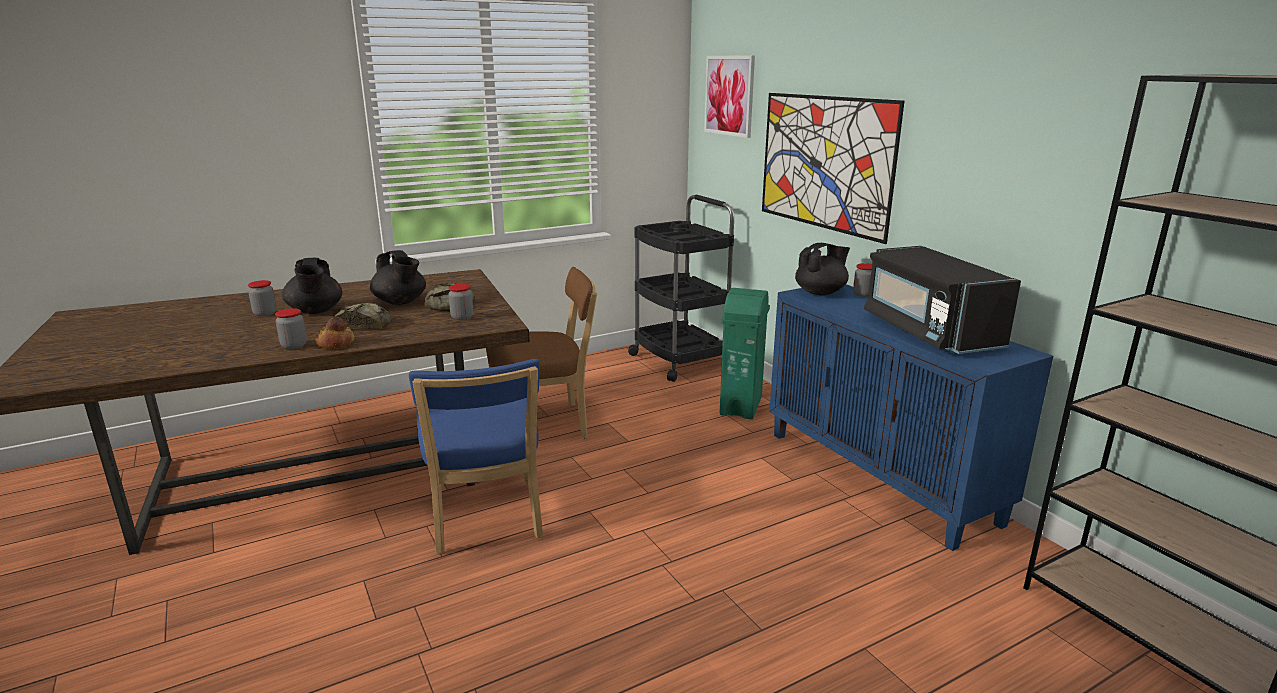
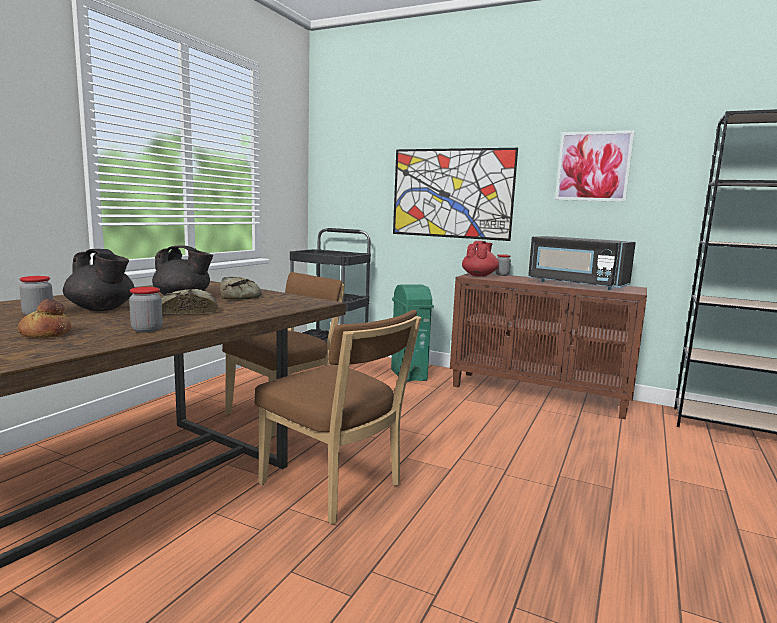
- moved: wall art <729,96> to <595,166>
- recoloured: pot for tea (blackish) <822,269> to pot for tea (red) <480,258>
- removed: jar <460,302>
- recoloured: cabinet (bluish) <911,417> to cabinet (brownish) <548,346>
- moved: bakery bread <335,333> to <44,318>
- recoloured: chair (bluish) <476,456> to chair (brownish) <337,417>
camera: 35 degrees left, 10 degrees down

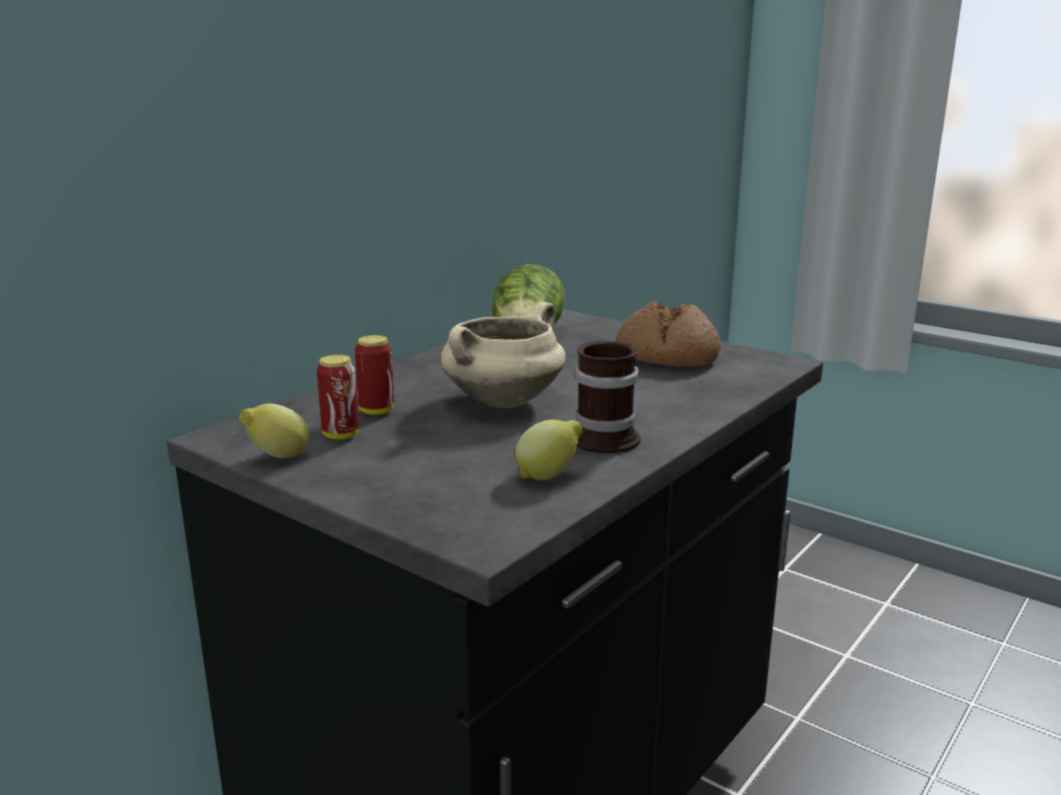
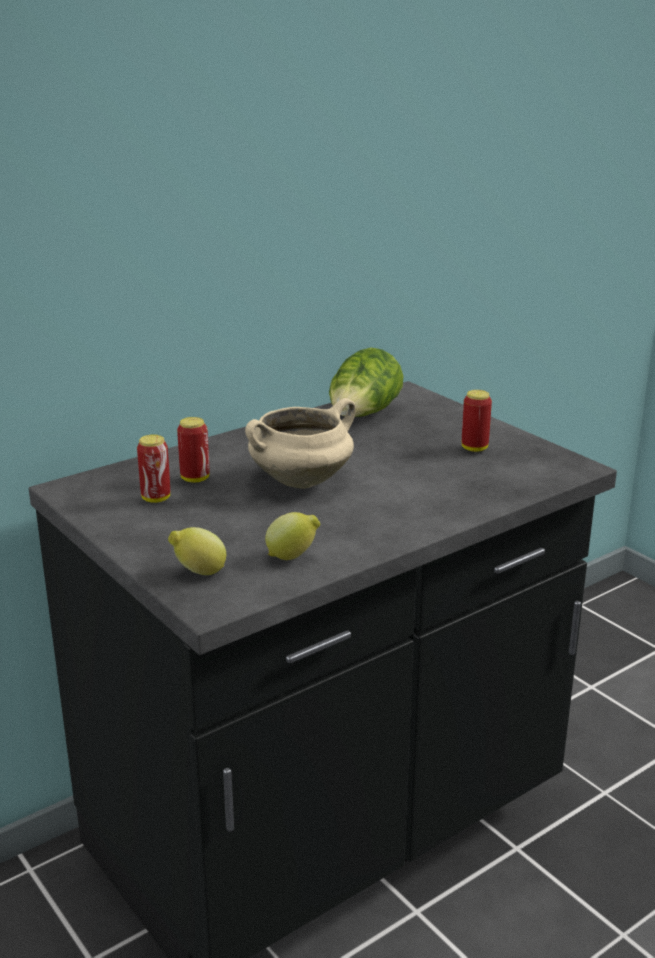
- replaced: bakery bread <669,334> to sealed can <477,421>
- removed: coffee mug <607,396>
- moved: lemon <274,431> to <197,551>
camera: 15 degrees right, 5 degrees up

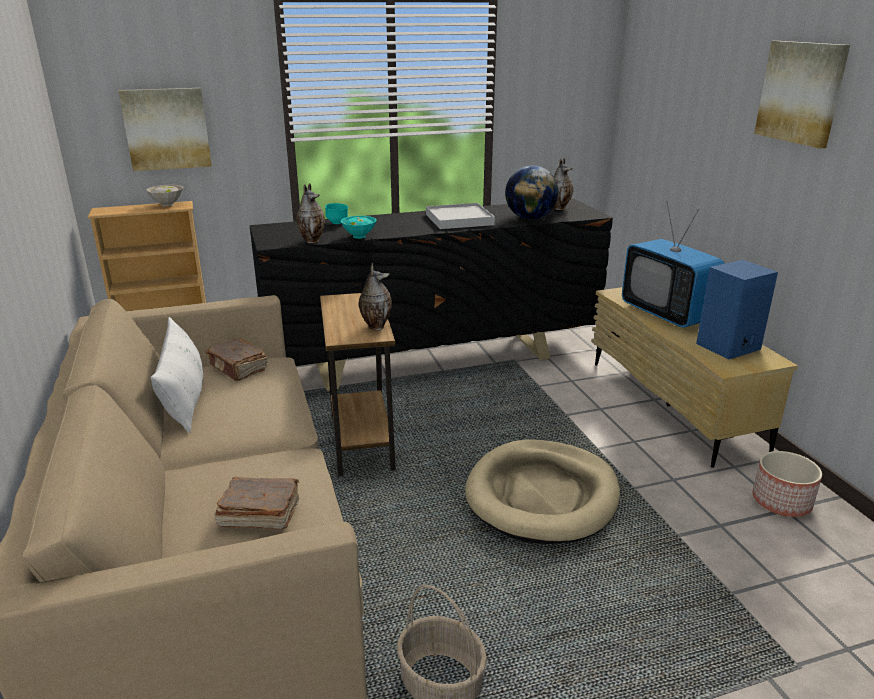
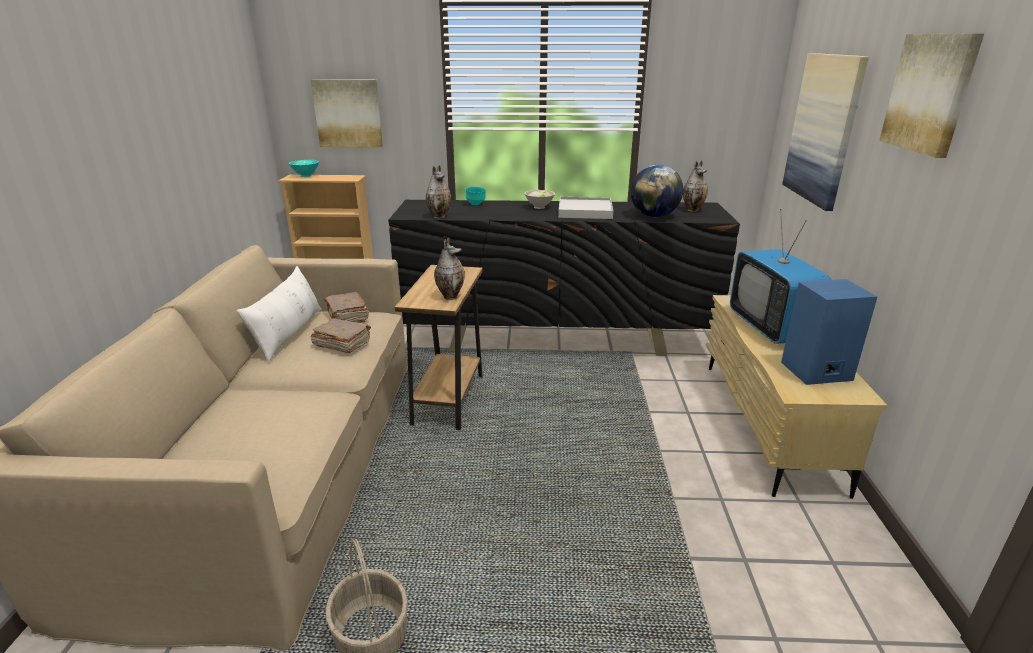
- moved: bowl (whitish) <164,196> to <540,199>
- moved: bowl (blue-green) <359,227> to <304,168>
- removed: dog cushion (sand-coloured) <542,491>
- removed: flower pot <787,484>
- moved: bound book (brownish) <256,503> to <341,335>
- added: wall art <825,132>
camera: 20 degrees right, 0 degrees up

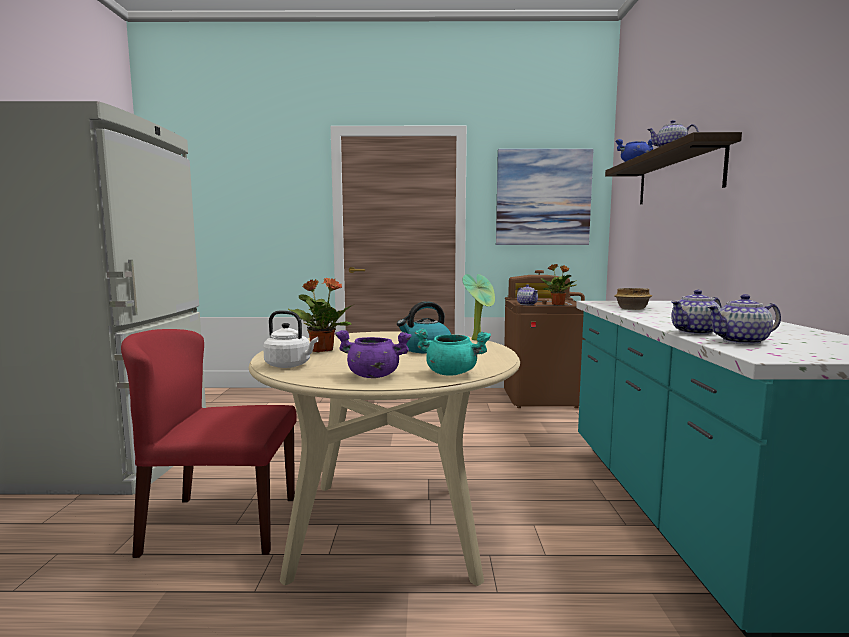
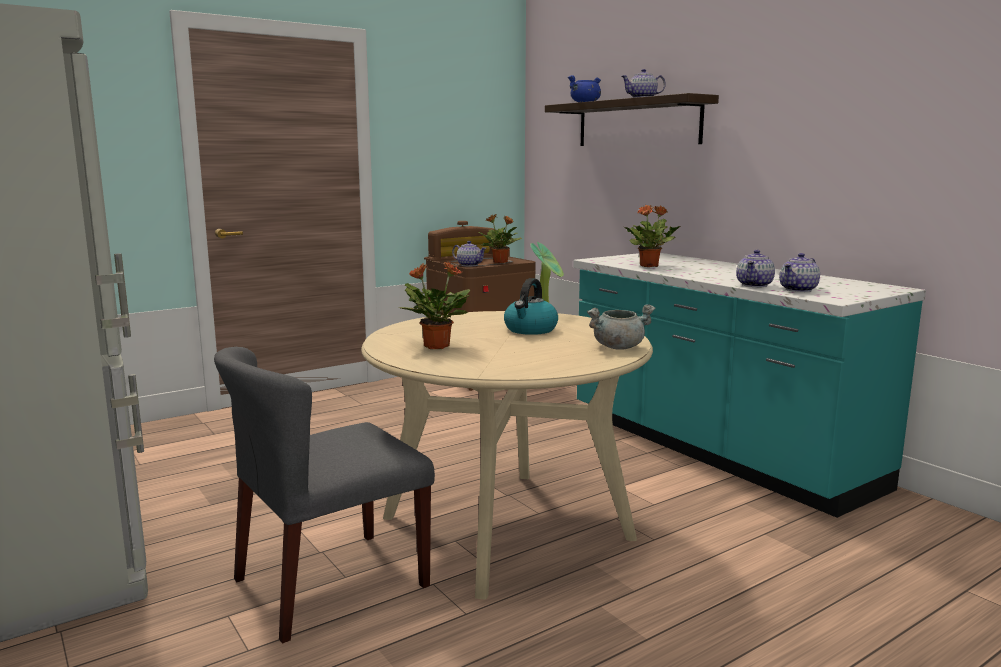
- removed: wall art <545,197>
- replaced: bowl <633,299> to potted plant <652,236>
- removed: water kettle (whitish) <290,339>
- recoloured: chair (red) <209,443> to chair (grey) <324,495>
- recoloured: stockpot (blue-green) <452,352> to stockpot (grey) <621,327>
- removed: stockpot (purple-coloured) <373,354>
camera: 35 degrees left, 5 degrees up

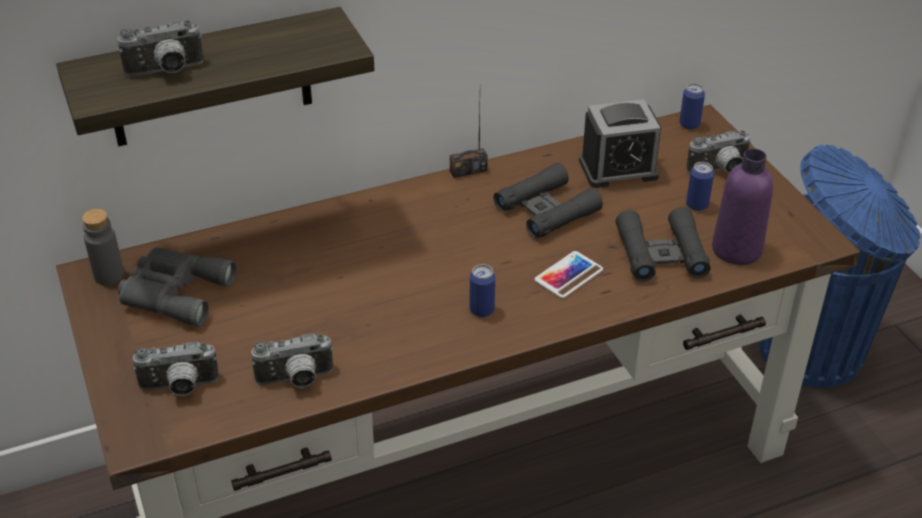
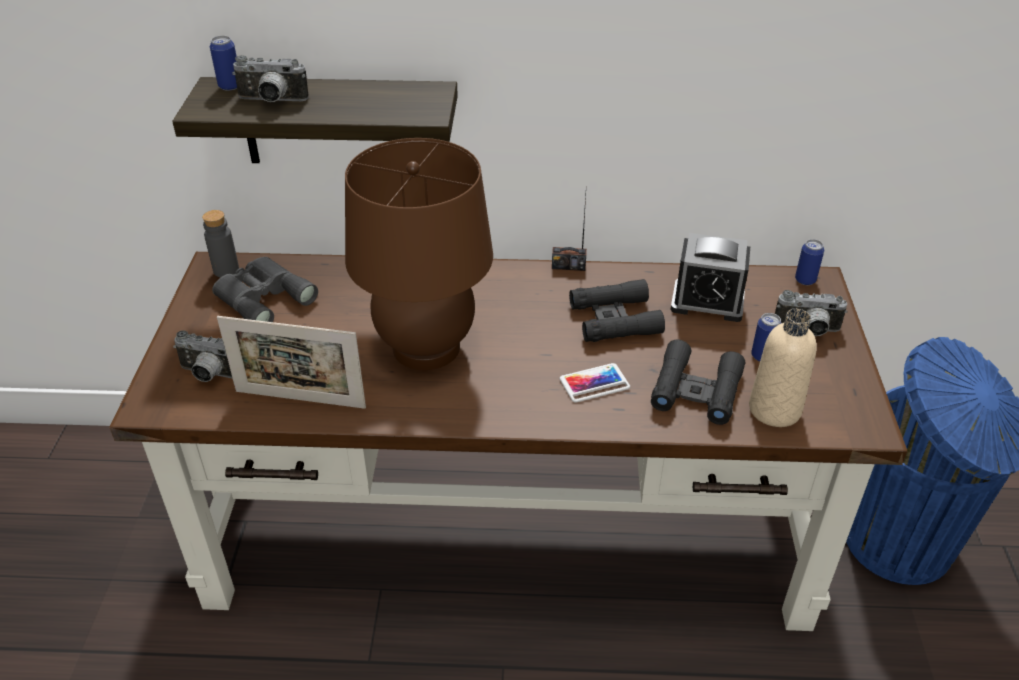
- recoloured: drink bottle (purple-coloured) <742,207> to drink bottle (sand-coloured) <783,368>
- moved: sealed can <482,290> to <223,63>
- replaced: still camera <292,360> to standing frame <291,362>
- added: lamp for a table (brownish) <419,254>
camera: 25 degrees right, 0 degrees up

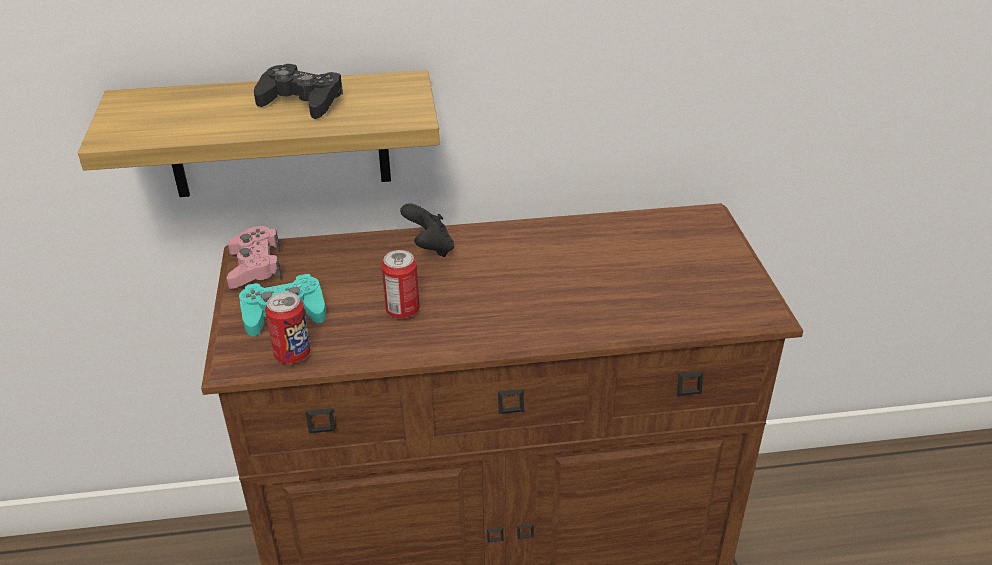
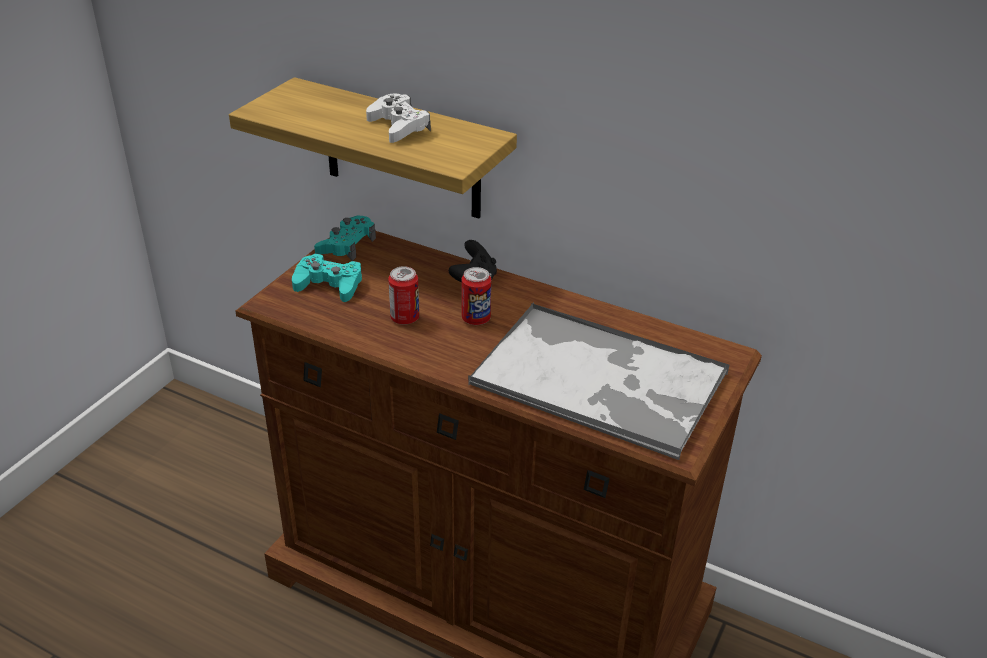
- recoloured: game controller (blackish) <298,91> to game controller (whitish) <398,118>
- recoloured: game controller (pink-coloured) <254,257> to game controller (blue-green) <345,238>
- moved: sealed can <288,328> to <476,296>
- added: serving tray <598,381>
camera: 35 degrees right, 0 degrees up

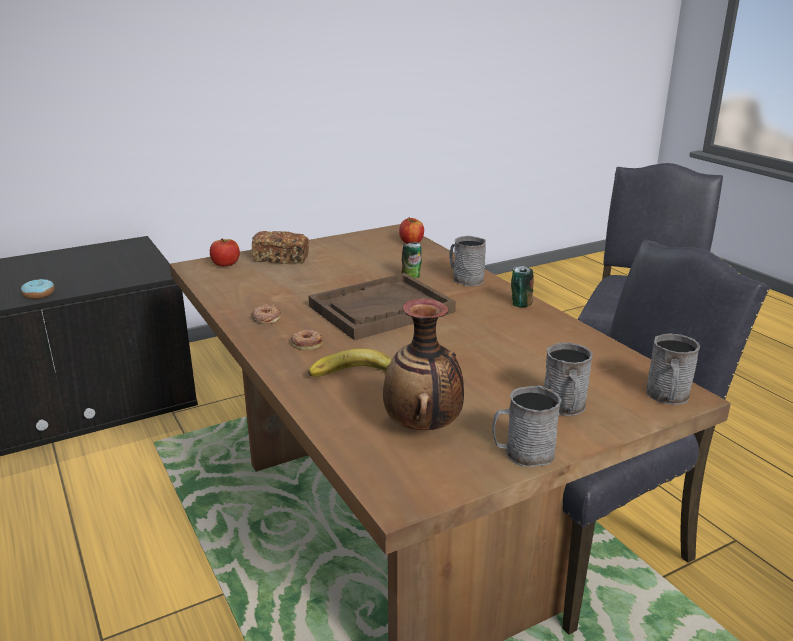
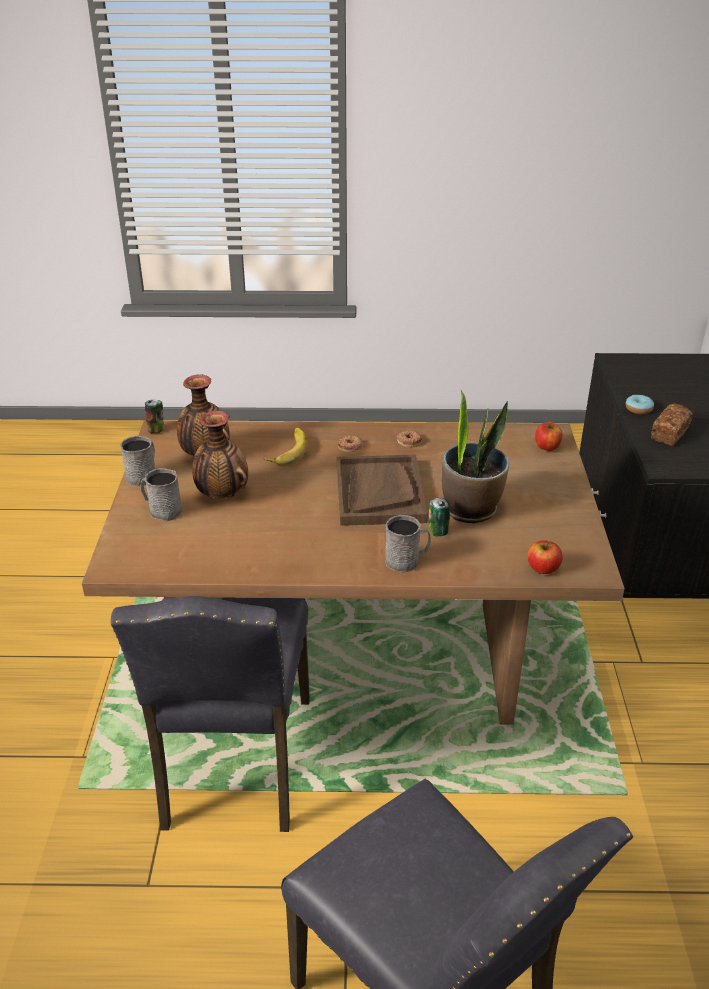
- moved: bakery bread <280,247> to <672,424>
- moved: sealed can <522,286> to <154,416>
- removed: coffee mug (grey) <673,369>
- added: potted plant <475,456>
- added: flower vase <220,454>
camera: 120 degrees right, 10 degrees up

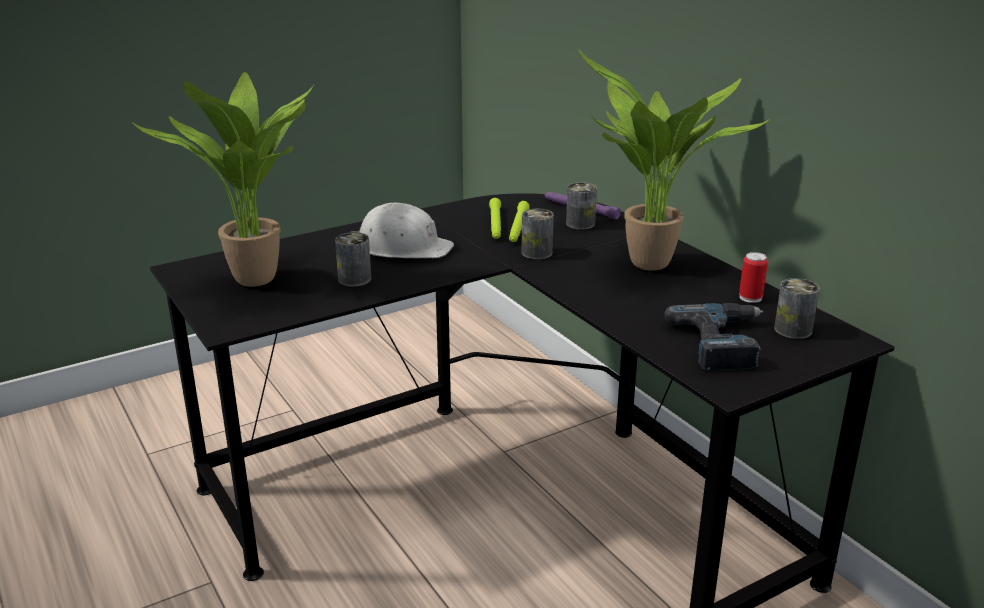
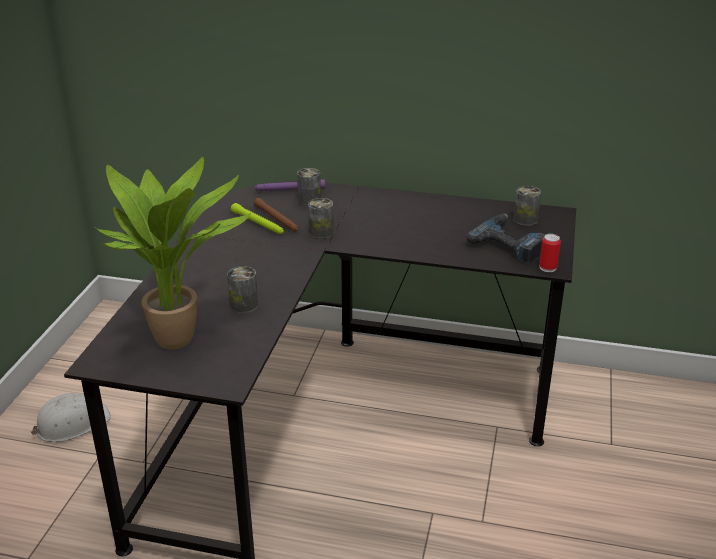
- removed: potted plant <673,159>
- recoloured: flashlight (green) <519,221> to flashlight (brownish) <276,215>
- moved: work helmet (whitish) <402,230> to <70,417>
- moved: sealed can <753,277> to <550,253>
camera: 45 degrees left, 5 degrees up

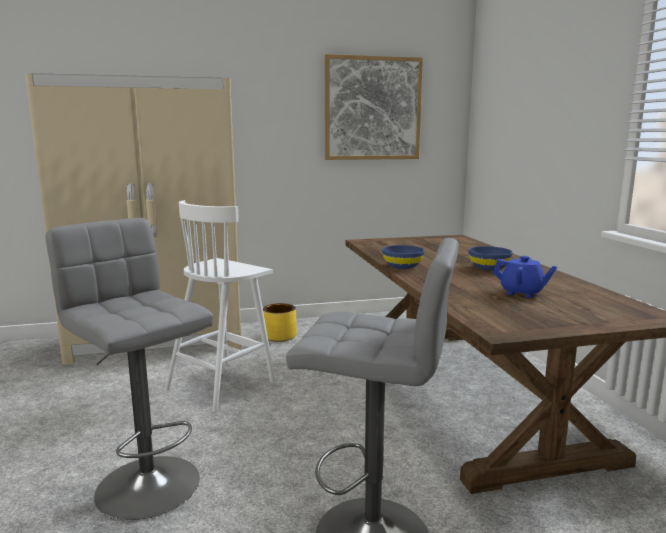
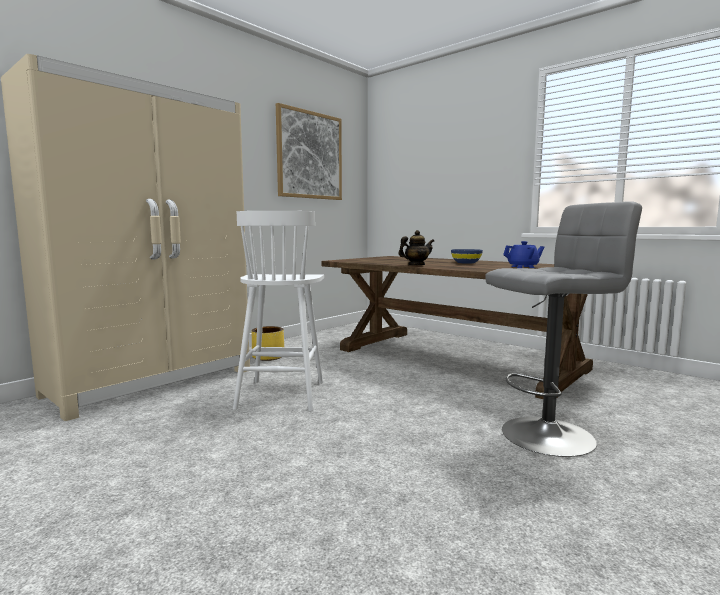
- removed: stool (grey) <129,369>
- replaced: bowl (bluish) <403,257> to pot for tea <416,247>
camera: 35 degrees left, 5 degrees down

